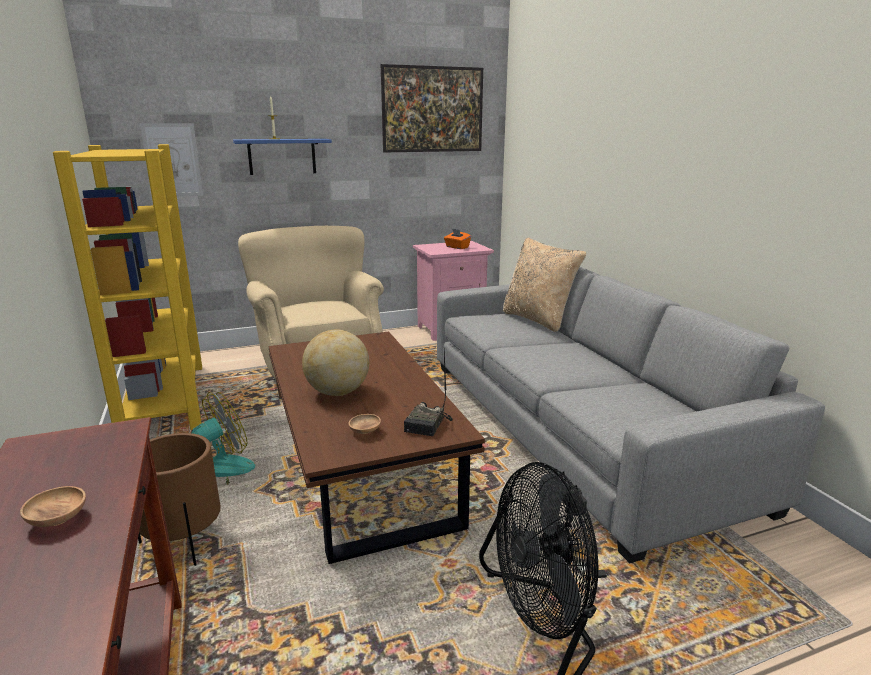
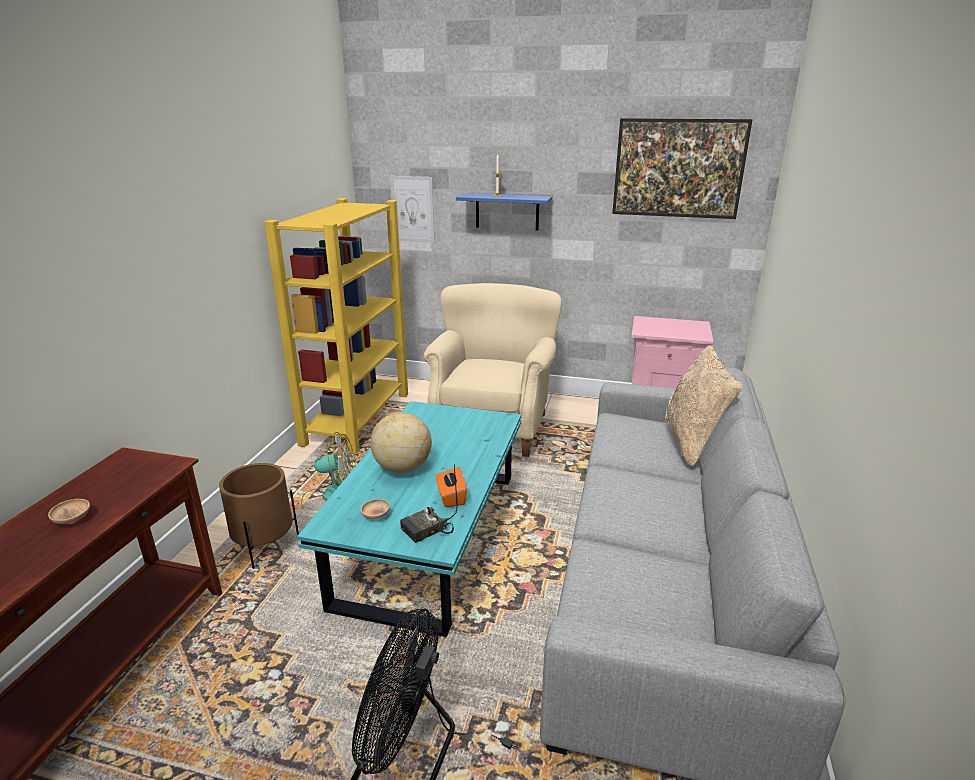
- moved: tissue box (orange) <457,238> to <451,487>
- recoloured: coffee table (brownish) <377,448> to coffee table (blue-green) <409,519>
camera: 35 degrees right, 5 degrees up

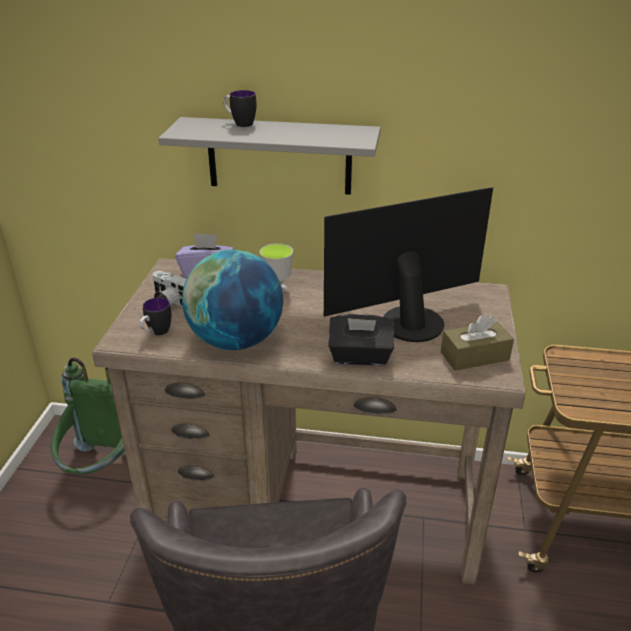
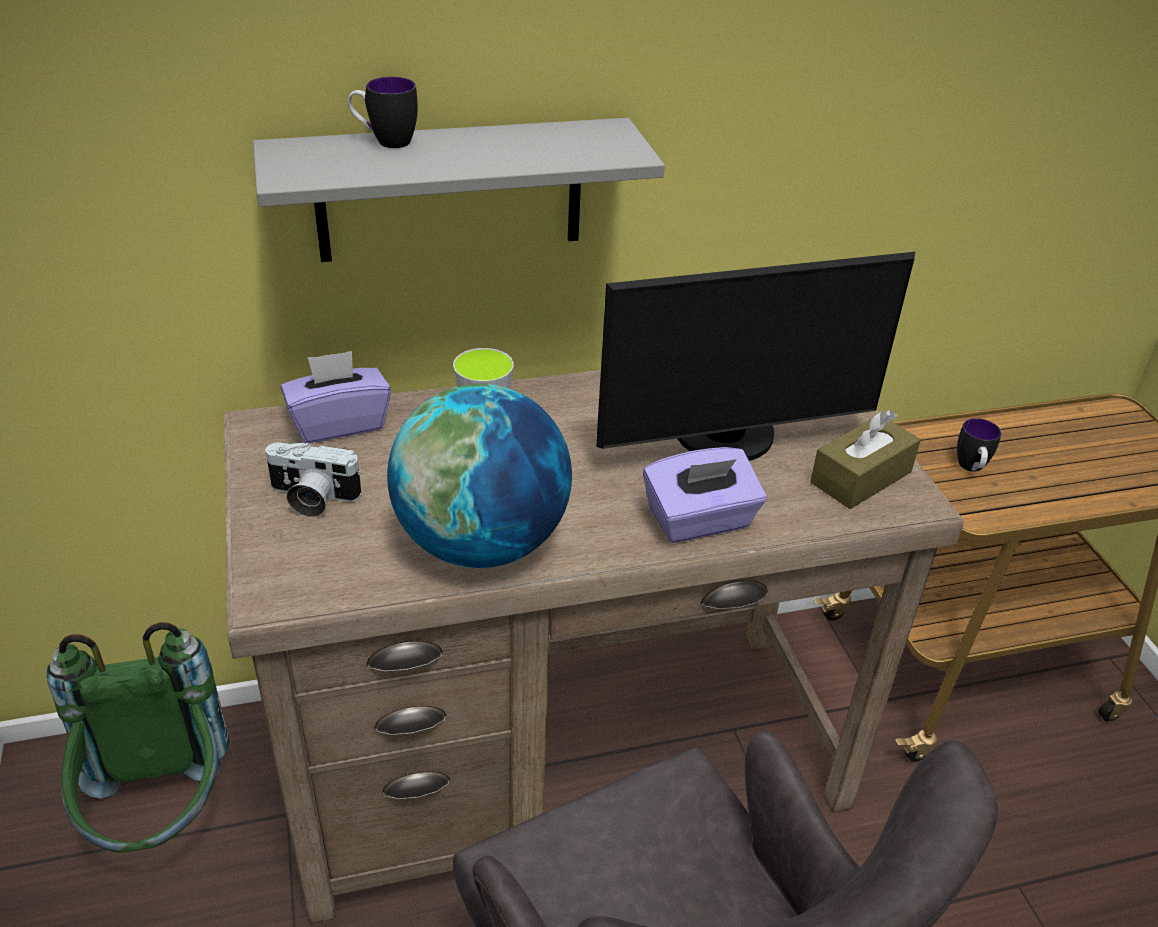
- turned: computer screen <408,265> = <755,356> 150 degrees counterclockwise
- moved: coffee mug <155,316> to <979,445>
- recoloured: tissue box (blackish) <361,340> to tissue box (purple-coloured) <705,495>
camera: 25 degrees left, 5 degrees up

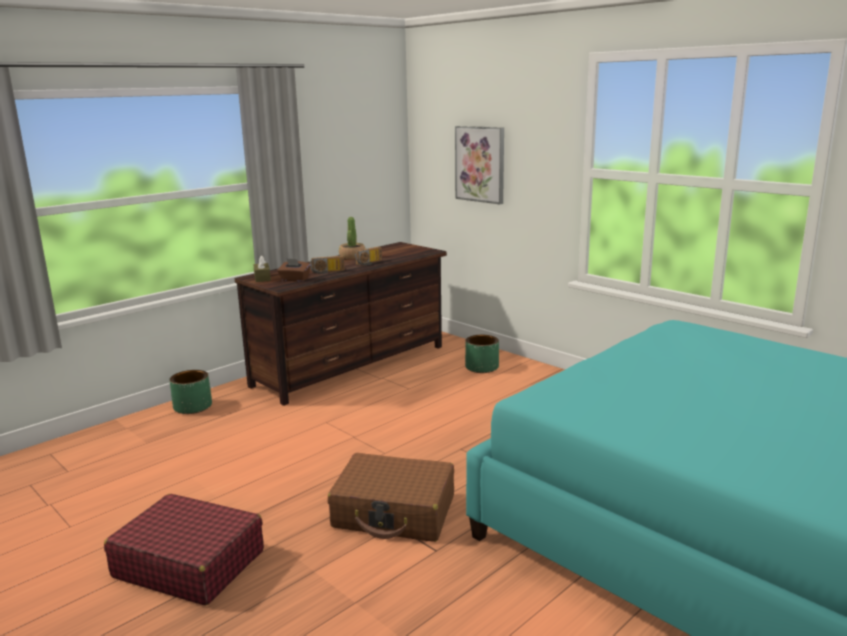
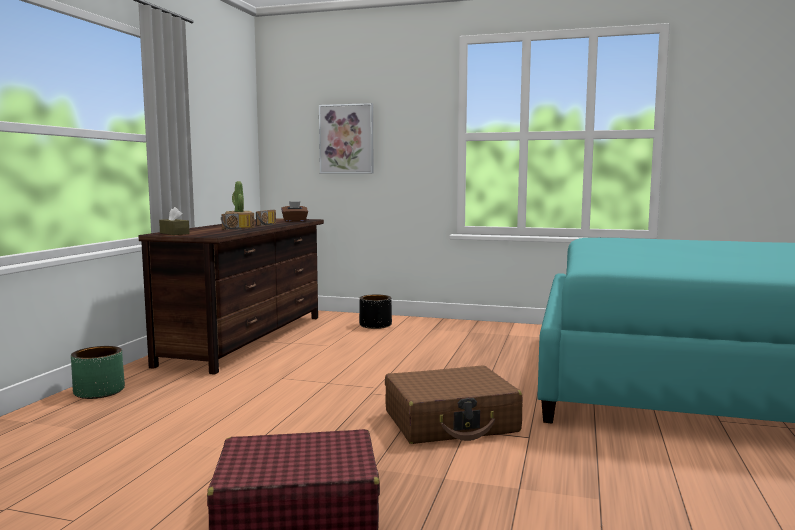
- moved: tissue box (brownish) <294,270> to <294,211>
- recoloured: flower pot (green) <482,354> to flower pot (blackish) <375,311>
camera: 30 degrees left, 10 degrees down

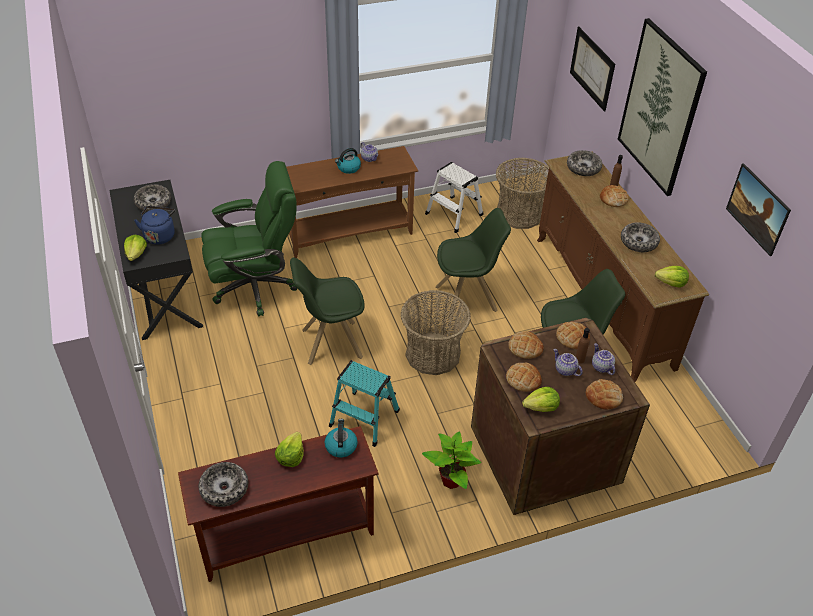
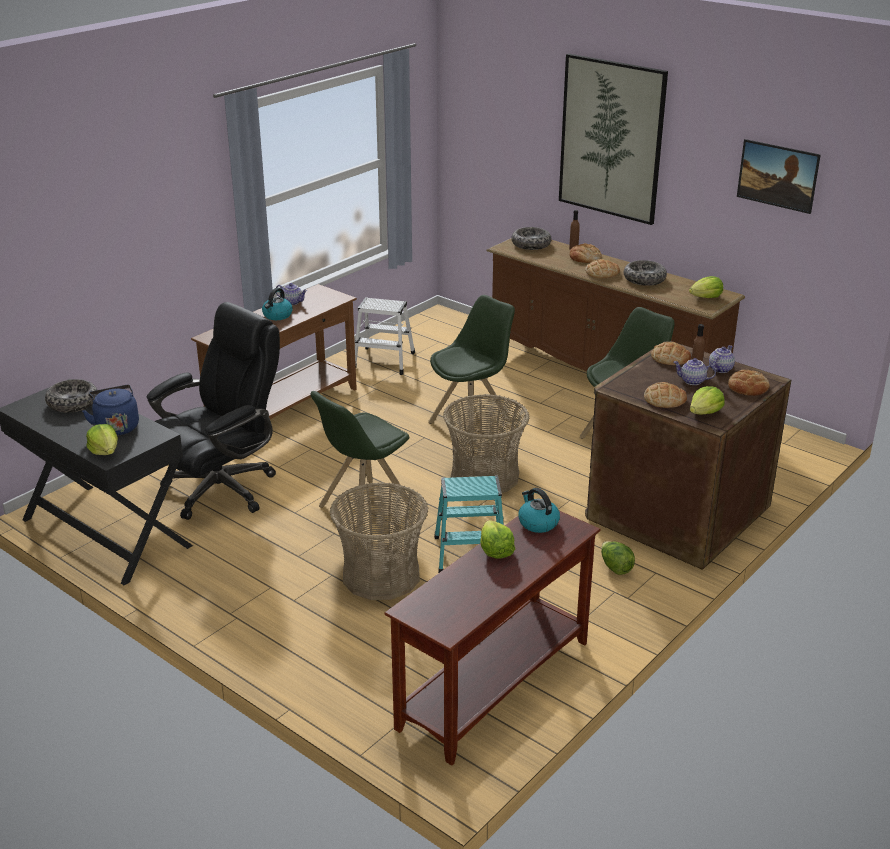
- removed: wall art <592,69>
- moved: storage basket <522,193> to <379,541>
- recoloured: office chair (green) <249,239> to office chair (blackish) <213,411>
- moved: bakery bread <526,345> to <602,268>
- turned: pot for tea <603,359> = <722,359> 90 degrees clockwise
- replaced: potted plant <451,460> to head of lettuce <618,558>
- removed: bowl <223,484>
camera: 30 degrees left, 15 degrees down

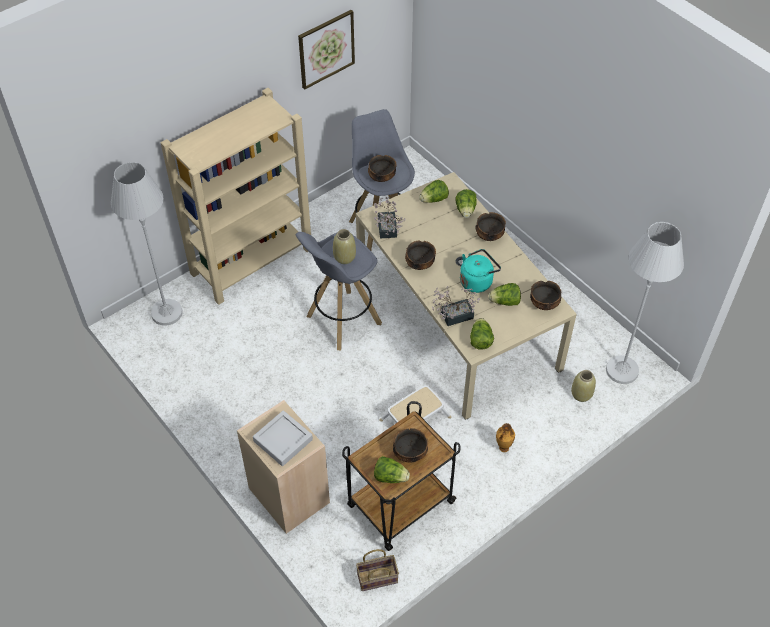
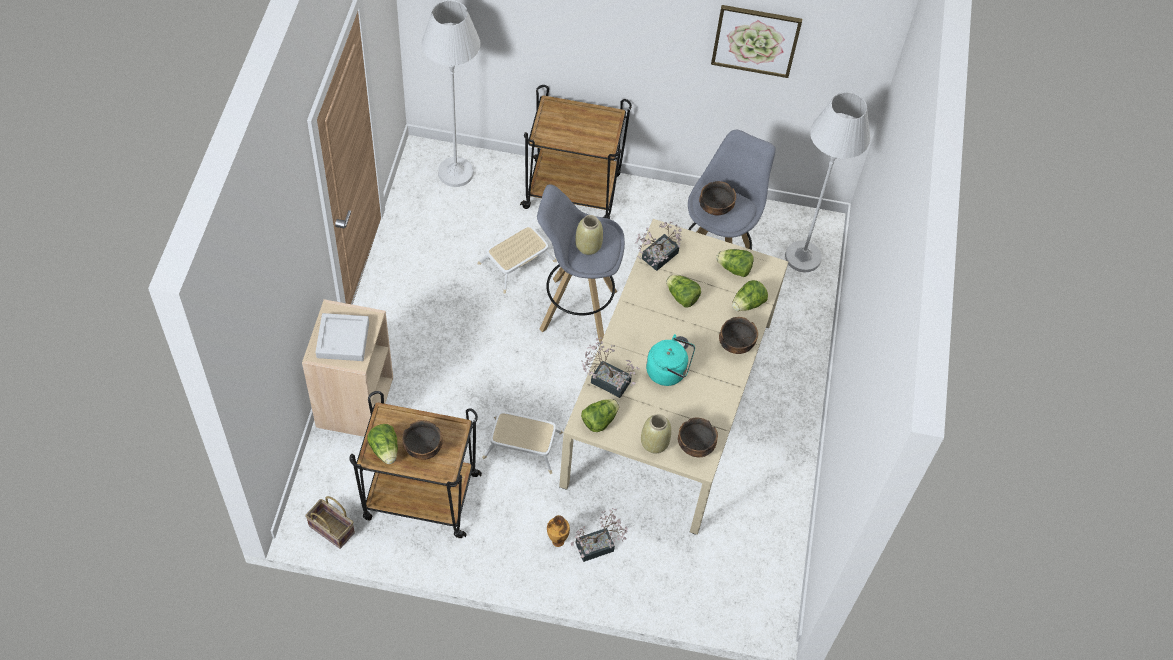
- replaced: bookcase (sand-coloured) <236,196> to cart (brownish) <576,152>
- moved: standard lamp (whitish) <645,303> to <827,182>
- removed: bowl <420,255>
- moved: head of lettuce <504,294> to <683,291>
- moved: flower vase (sand-coloured) <583,386> to <656,434>
- added: stepladder (sand-coloured) <517,259>
- added: potted plant <599,535>
camera: 45 degrees right, 5 degrees up

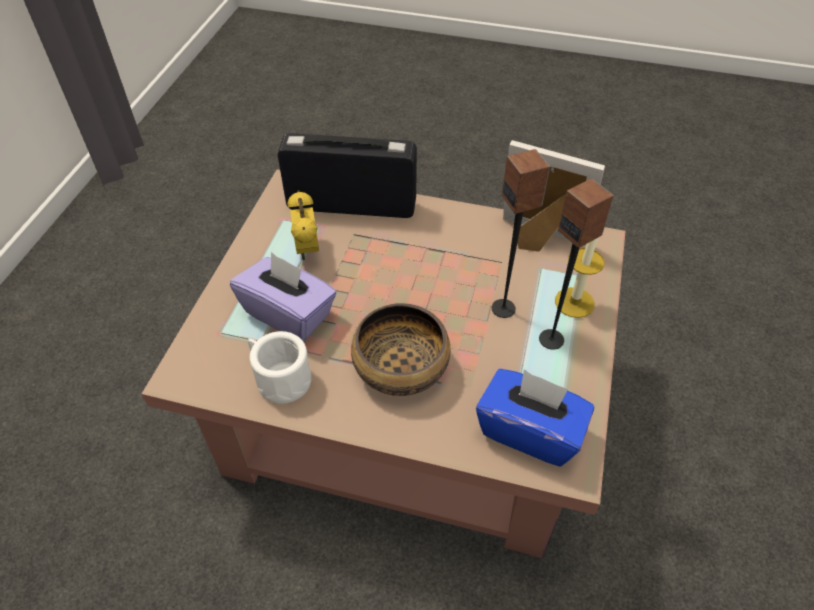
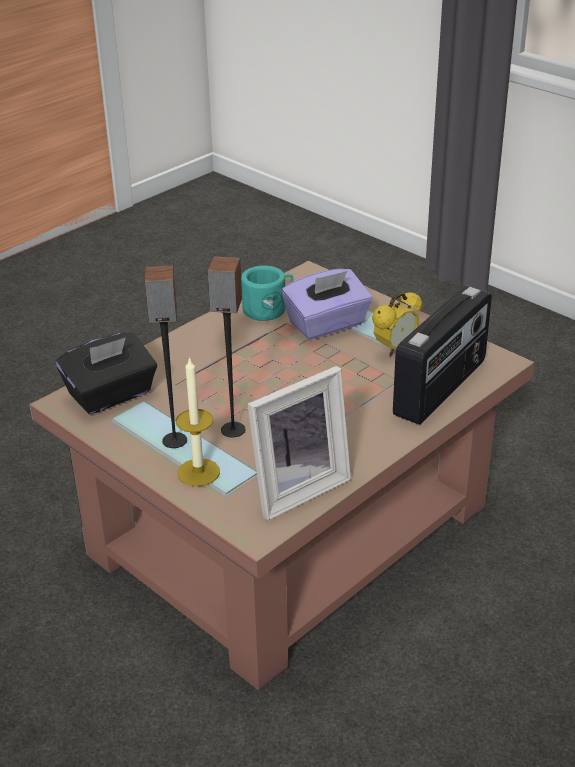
- turned: bedside clock <303,225> = <397,324> 120 degrees clockwise
- removed: bowl <400,349>
- recoloured: coffee mug (whitish) <279,367> to coffee mug (blue-green) <267,293>
- recoloured: tissue box (bluish) <535,418> to tissue box (blackish) <106,373>
camera: 120 degrees right, 15 degrees down

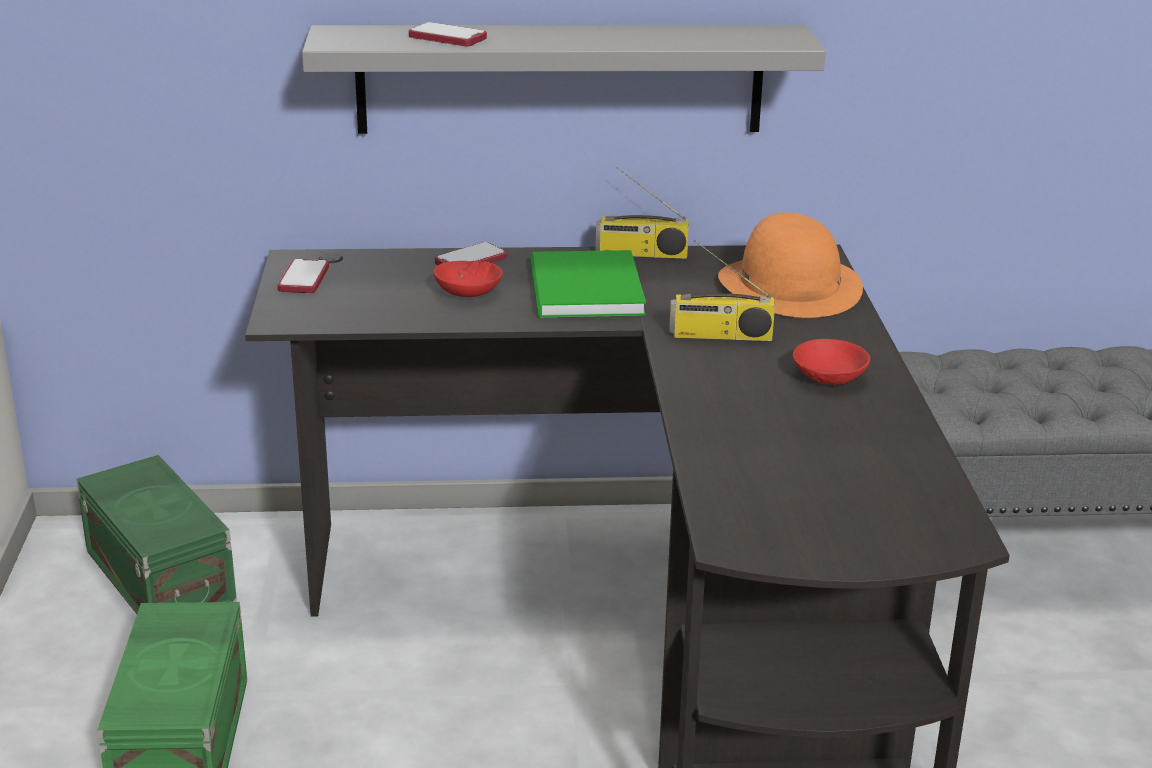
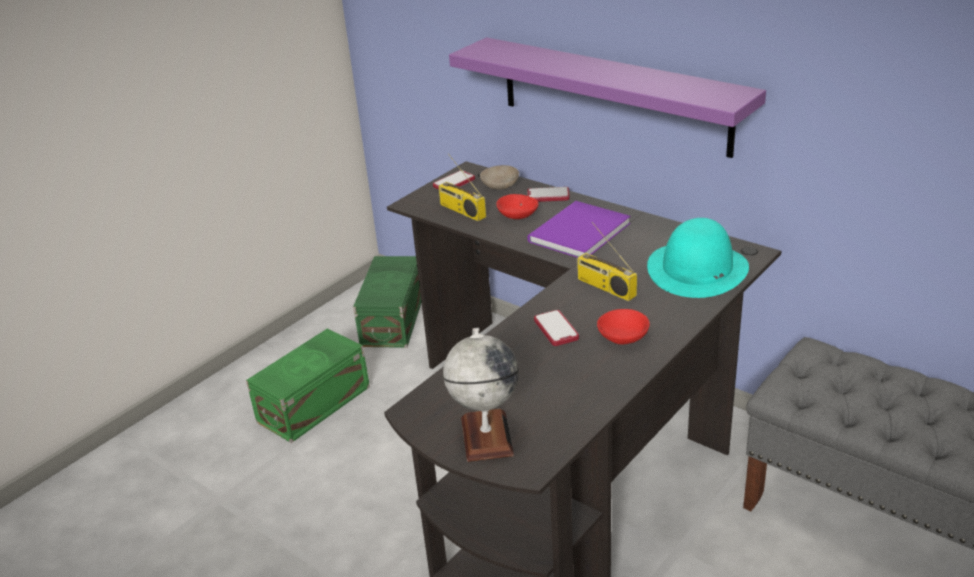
- moved: handset <448,34> to <556,328>
- recoloured: bracket shelf (grey) <564,79> to bracket shelf (purple-coloured) <607,97>
- moved: radio set <642,213> to <462,187>
- recoloured: clothing hat (orange) <790,265> to clothing hat (blue-green) <698,258>
- recoloured: bound book (green) <588,283> to bound book (purple-coloured) <578,229>
- added: bowl (sand-coloured) <499,177>
- added: desk globe <481,395>
camera: 45 degrees right, 5 degrees up

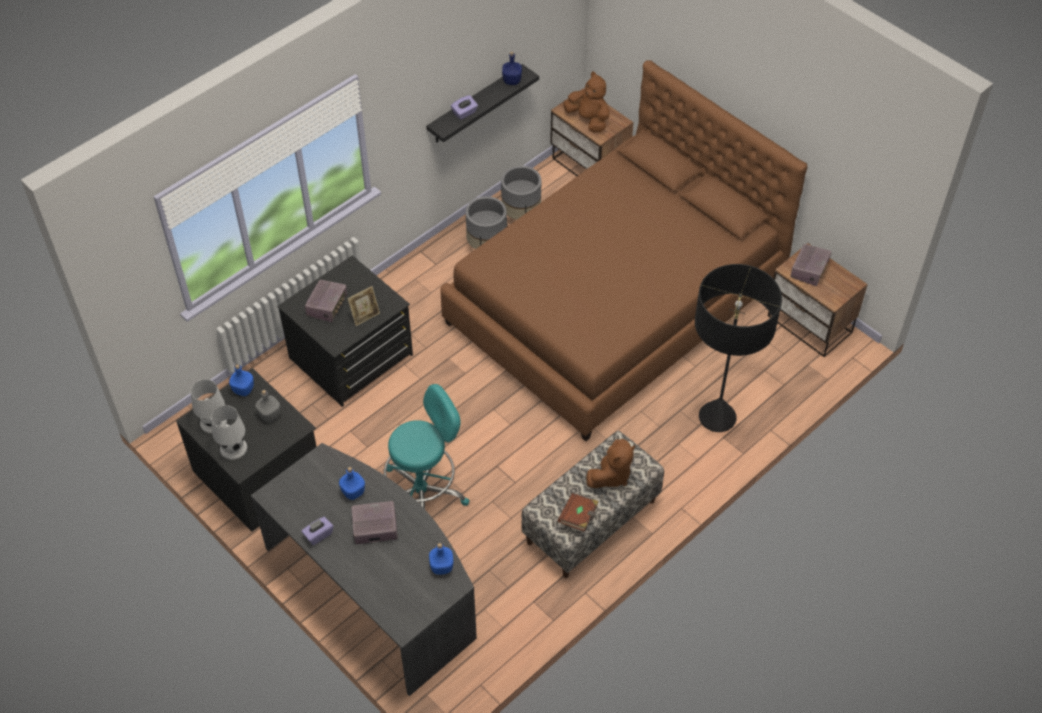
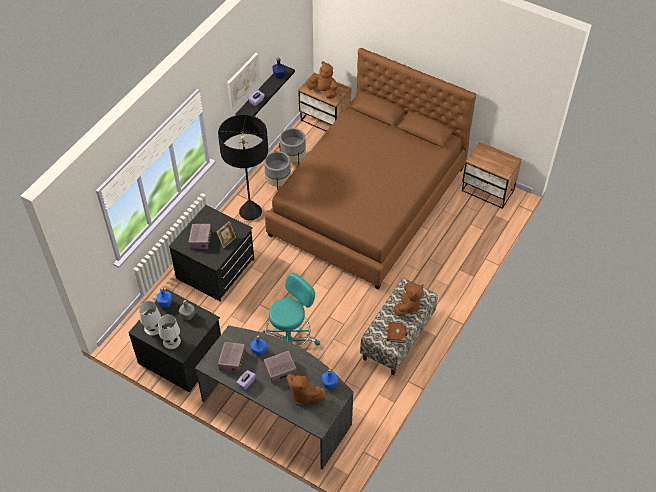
- moved: radio set <811,265> to <231,357>
- moved: standard lamp (blackish) <738,348> to <243,167>
- added: wall art <243,80>
- added: plush toy (brownish) <306,389>
camera: 15 degrees left, 0 degrees up

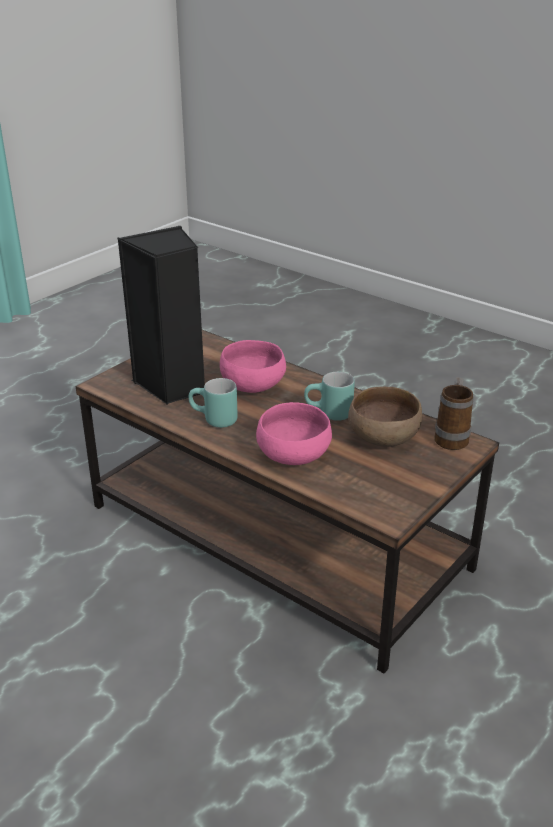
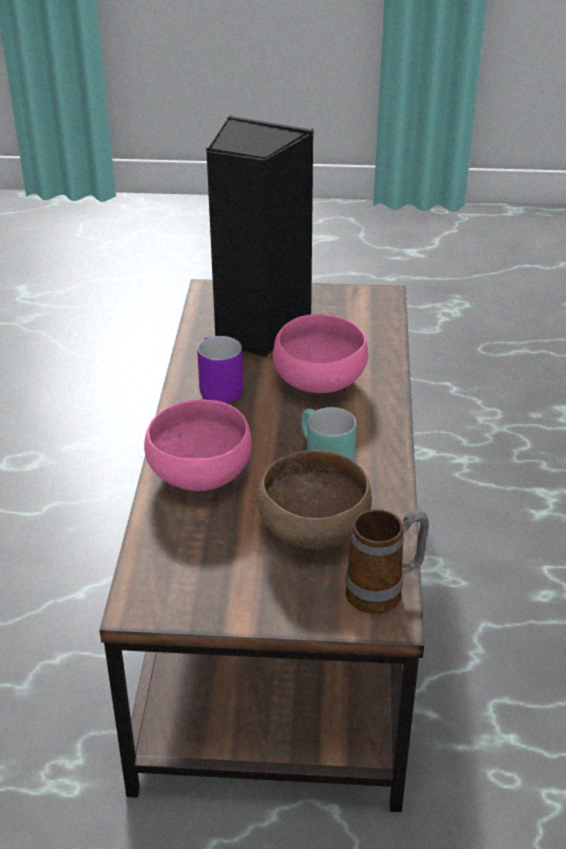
- recoloured: coffee mug (blue-green) <213,403> to coffee mug (purple-coloured) <220,369>
camera: 55 degrees right, 5 degrees up

